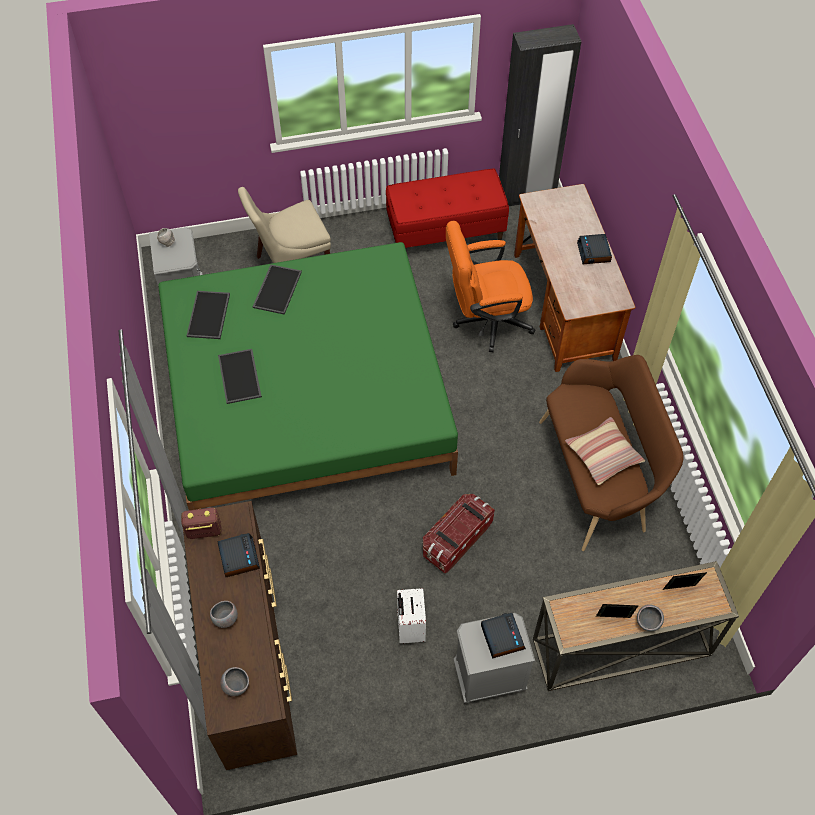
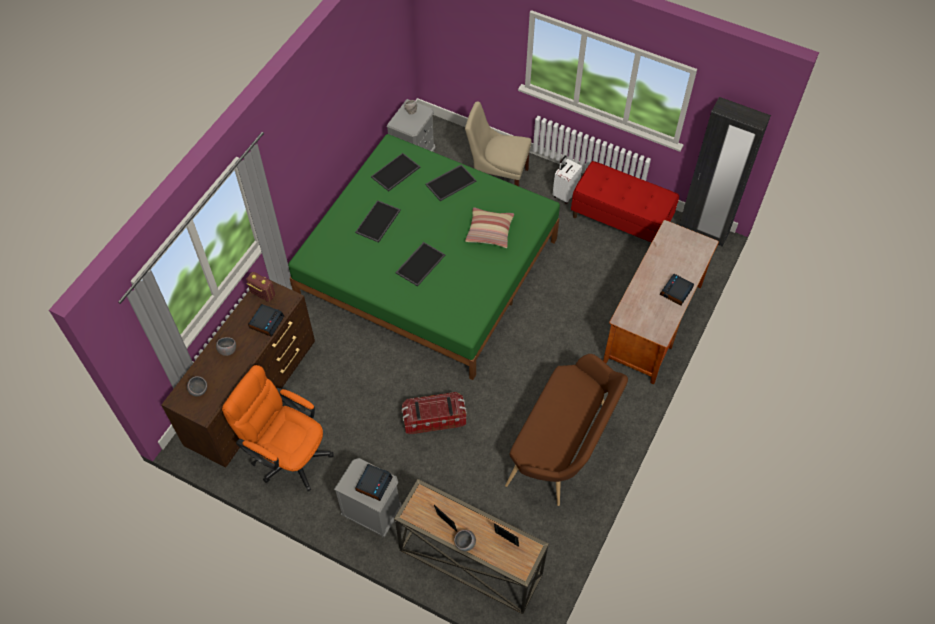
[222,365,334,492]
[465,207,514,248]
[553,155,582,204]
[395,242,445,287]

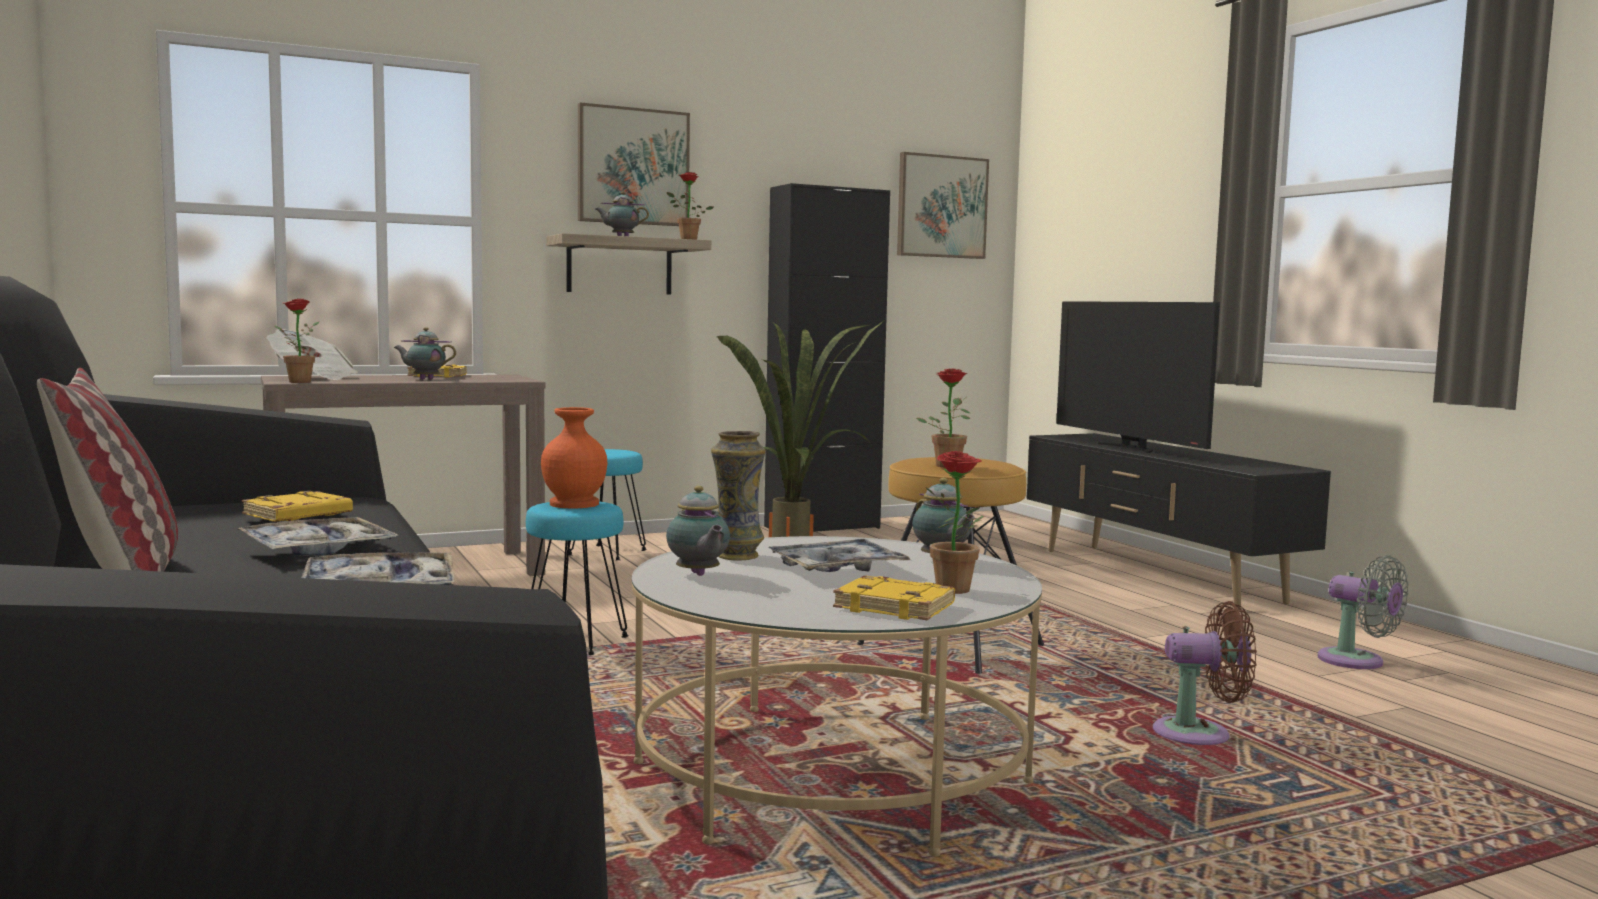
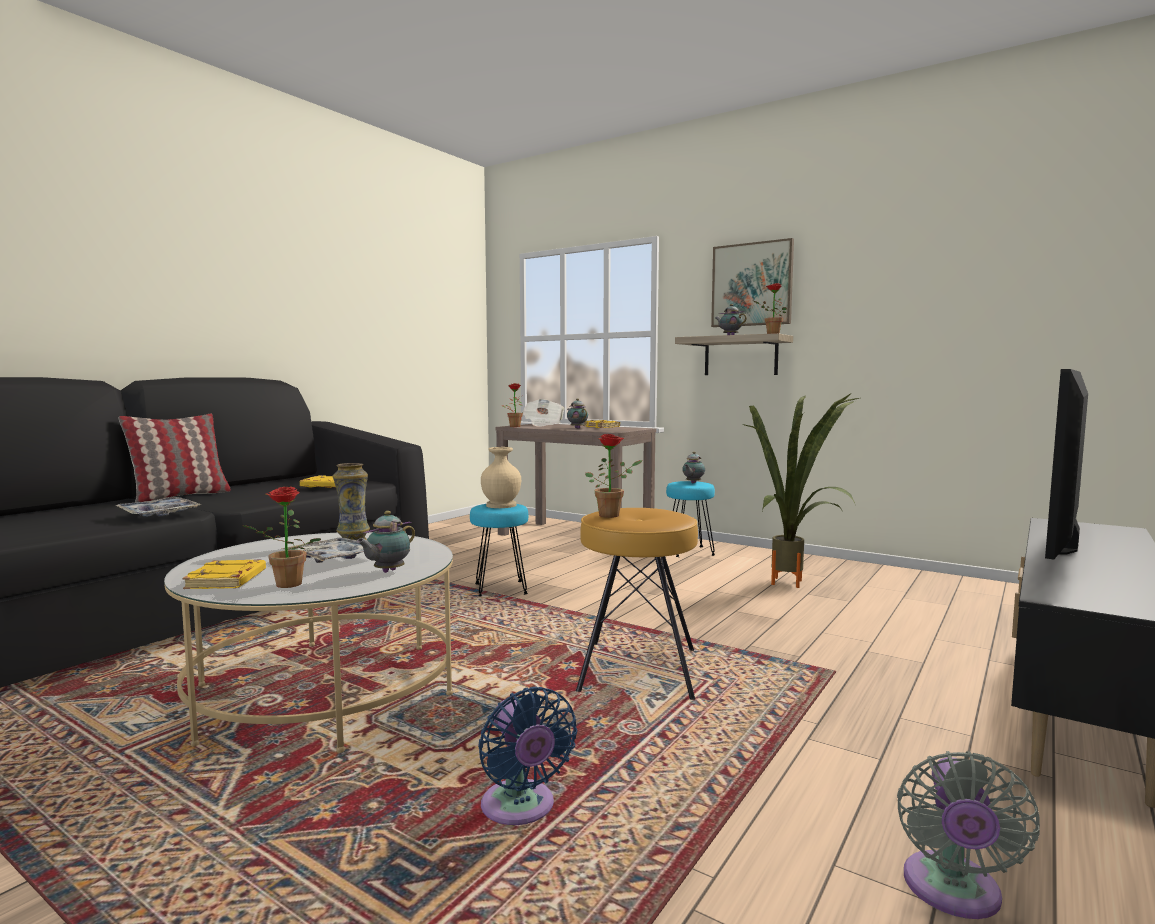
[897,152,989,259] (first image)
[764,183,890,532] (first image)
[481,447,521,508]
[682,452,705,484]
[238,517,398,555] (first image)
[478,687,577,825]

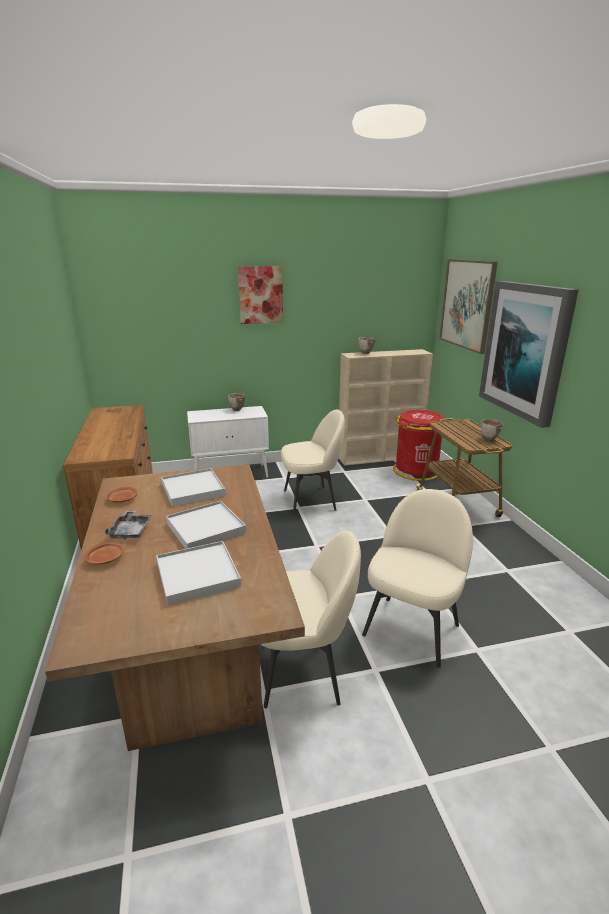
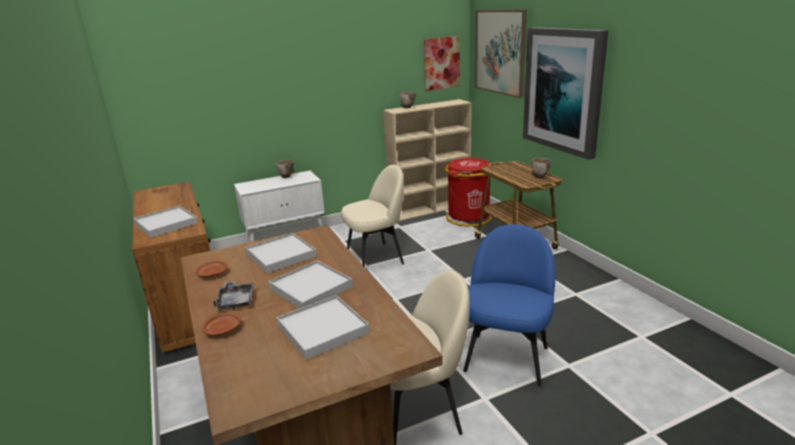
[424,36,460,91]
[463,224,556,386]
[134,206,198,238]

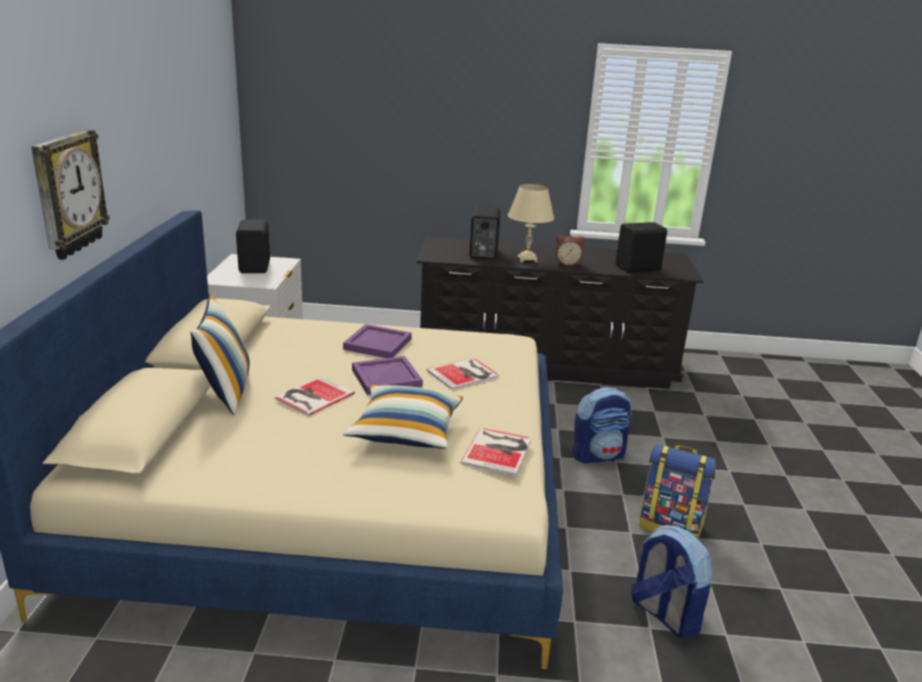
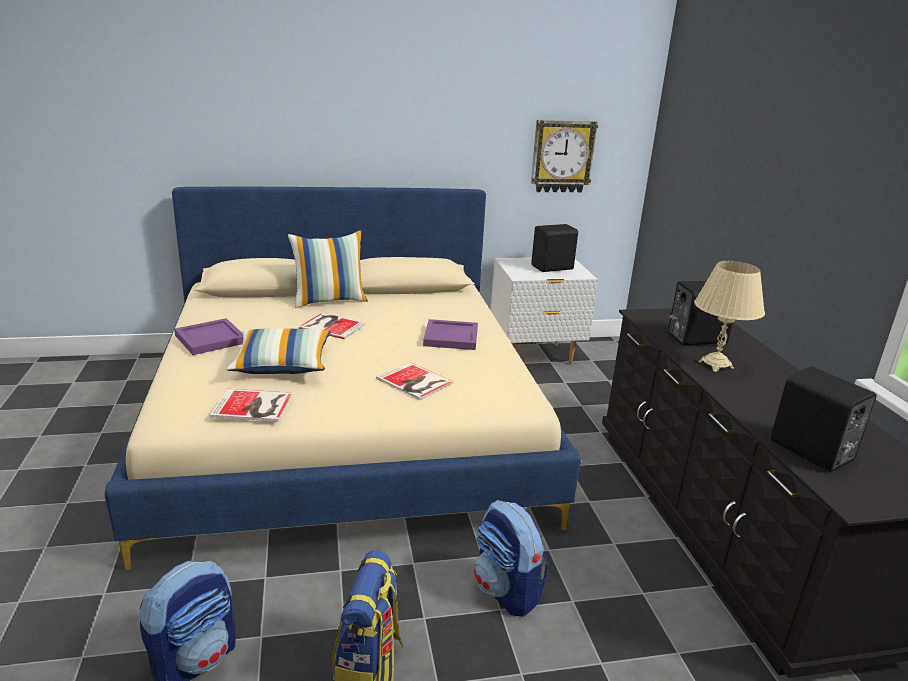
[531,120,598,193]
[556,235,585,266] (first image)
[174,318,243,355]

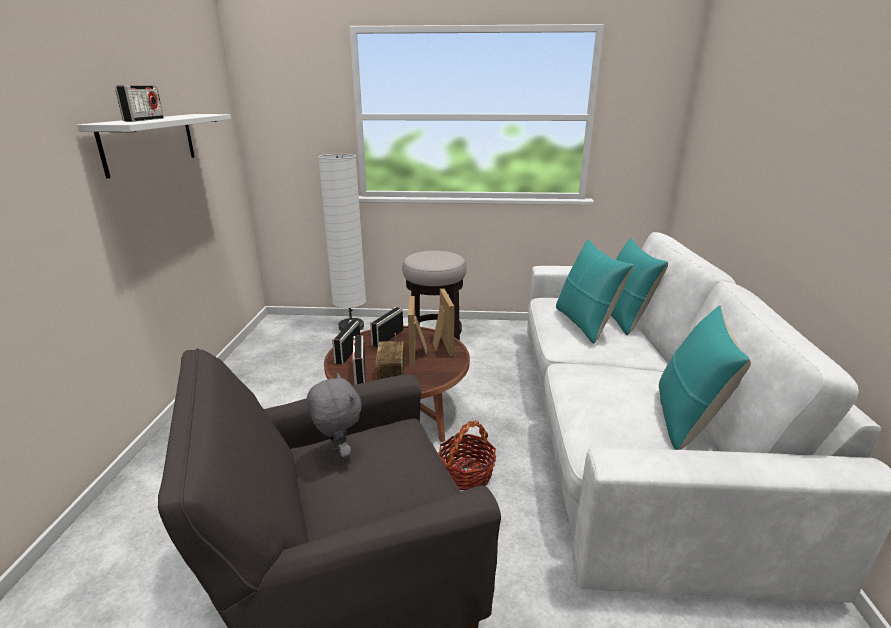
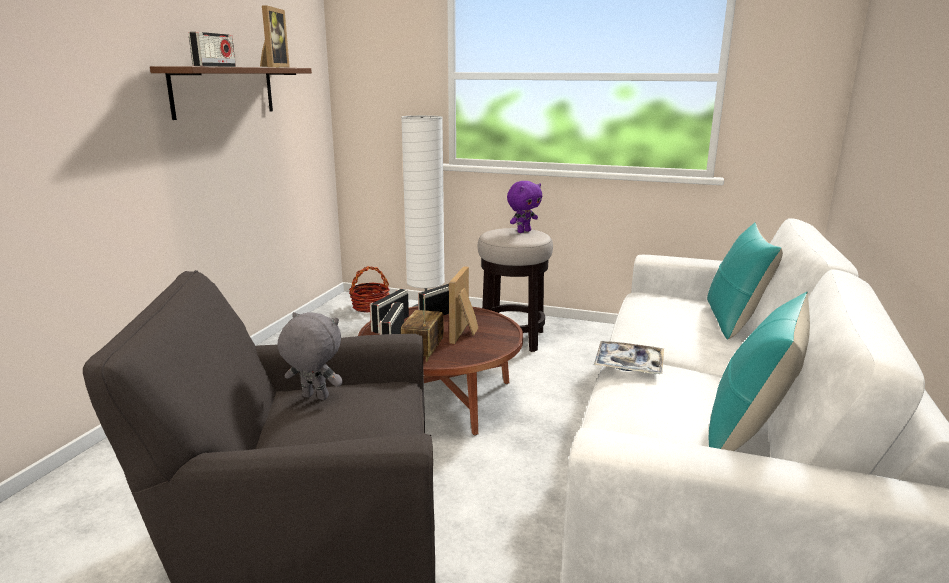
[150,66,312,120]
[556,239,633,343] (first image)
[260,5,290,68]
[277,312,343,400]
[349,266,390,313]
[507,181,542,233]
[594,341,664,374]

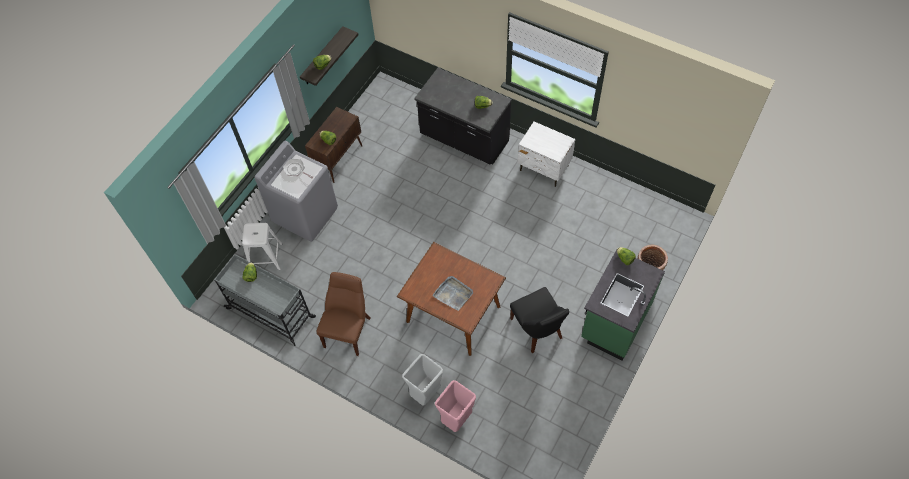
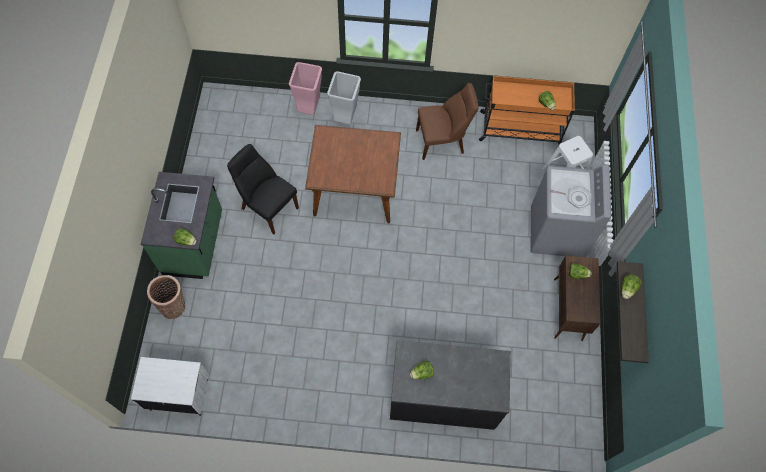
[131,357,208,416]
[479,76,575,144]
[416,83,479,160]
[432,276,473,311] (first image)

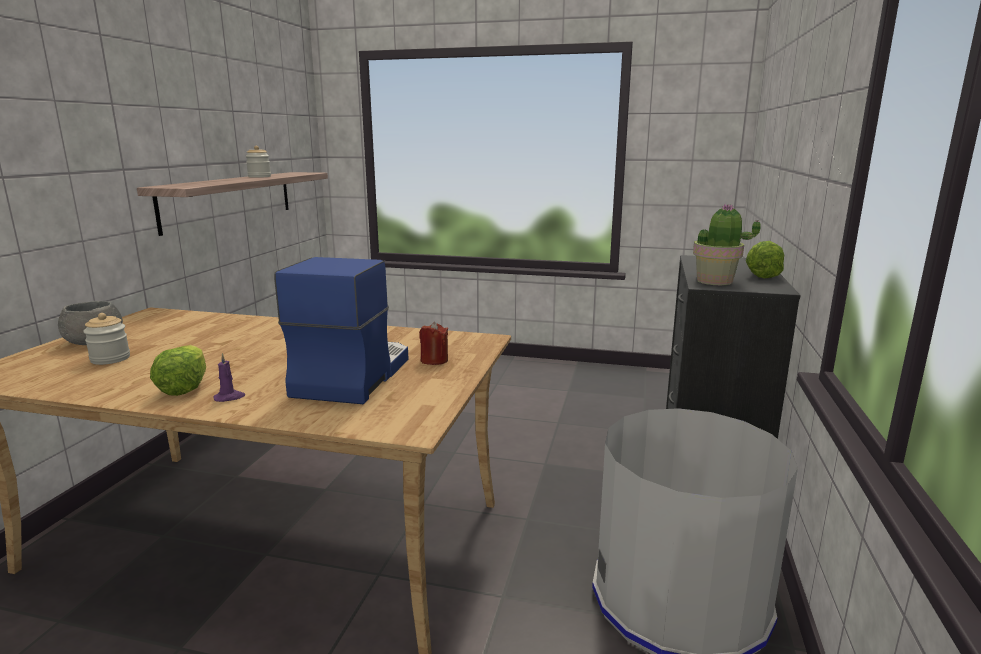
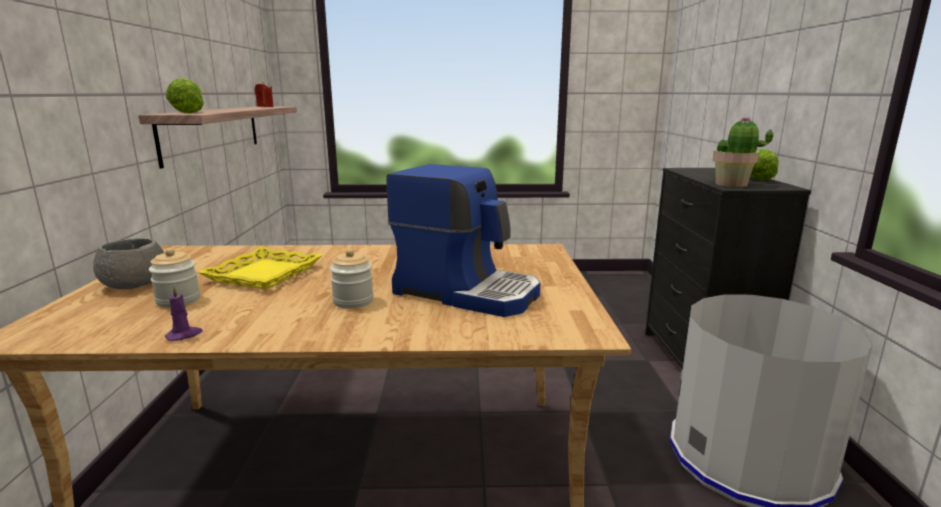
[330,249,374,308]
[386,164,540,317]
[254,82,274,107]
[166,78,204,113]
[165,286,203,341]
[198,247,323,289]

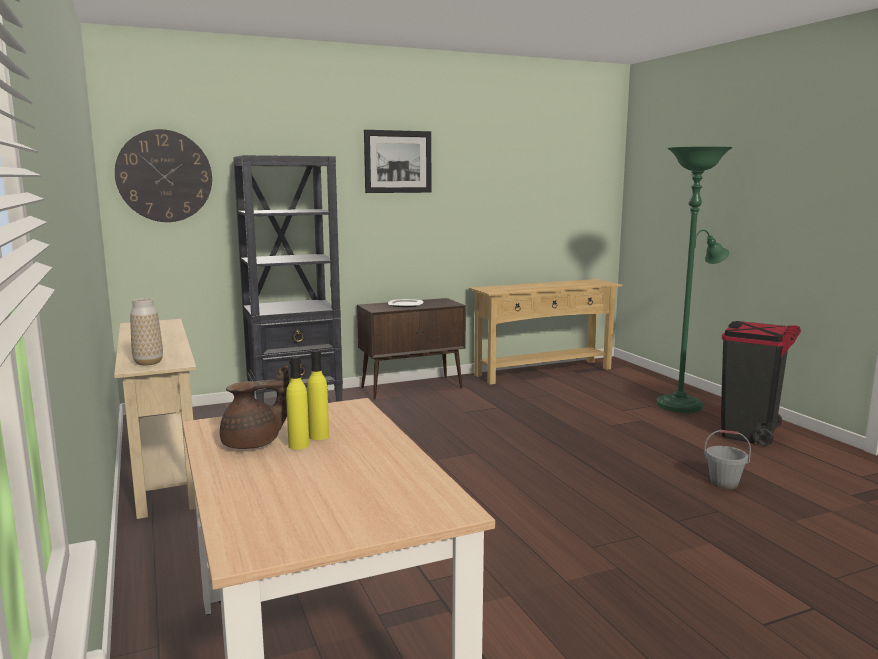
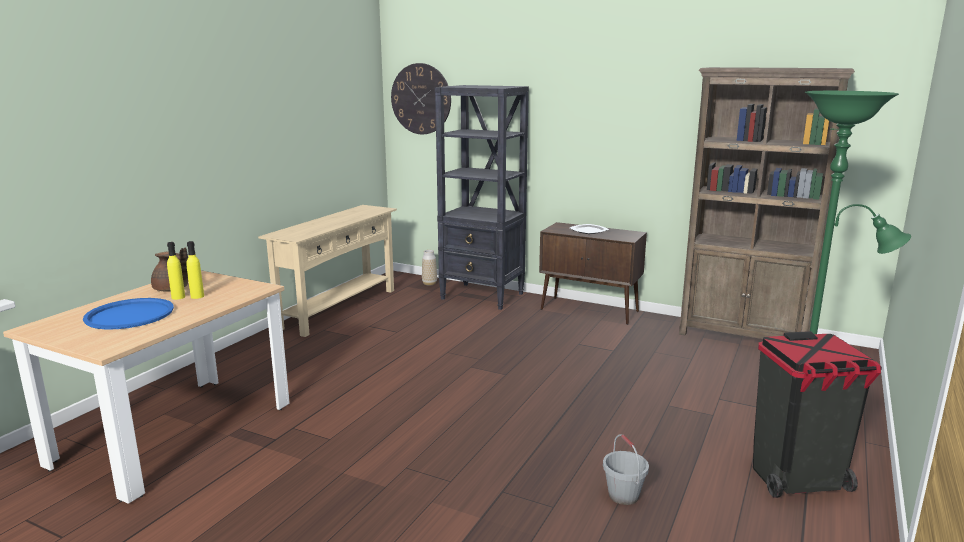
[364,130,431,193] (first image)
[679,67,855,339]
[422,250,437,285]
[83,298,174,330]

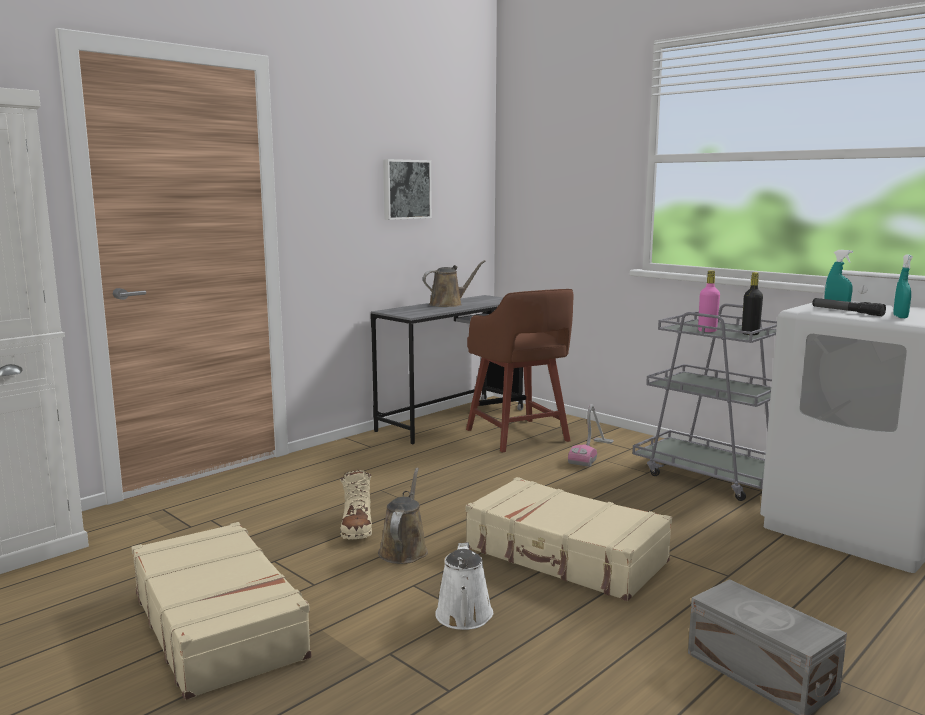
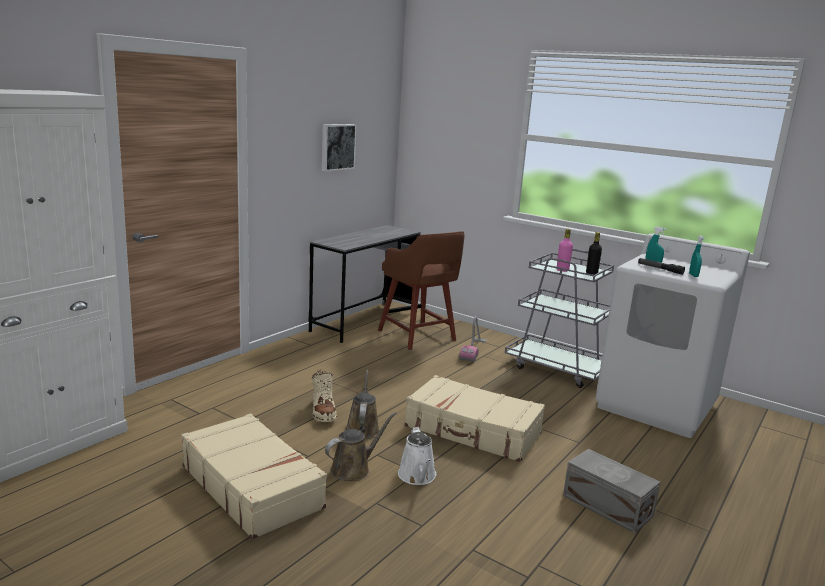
[325,412,397,481]

